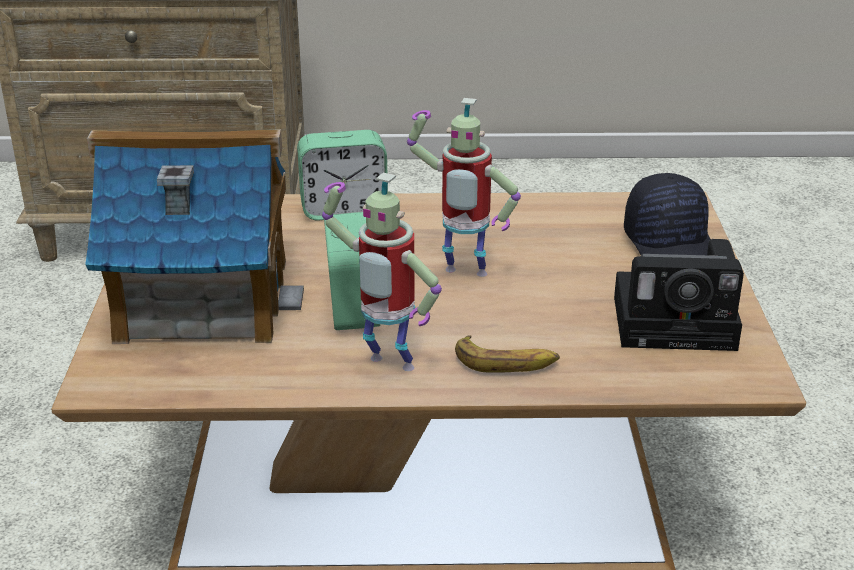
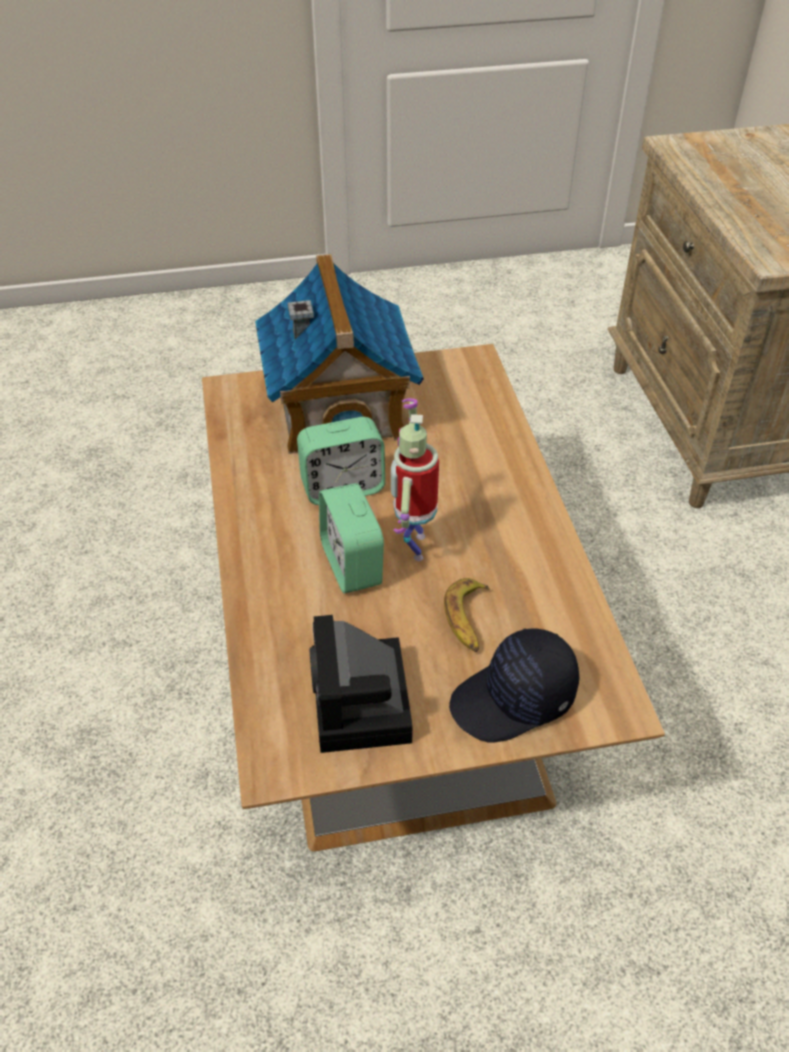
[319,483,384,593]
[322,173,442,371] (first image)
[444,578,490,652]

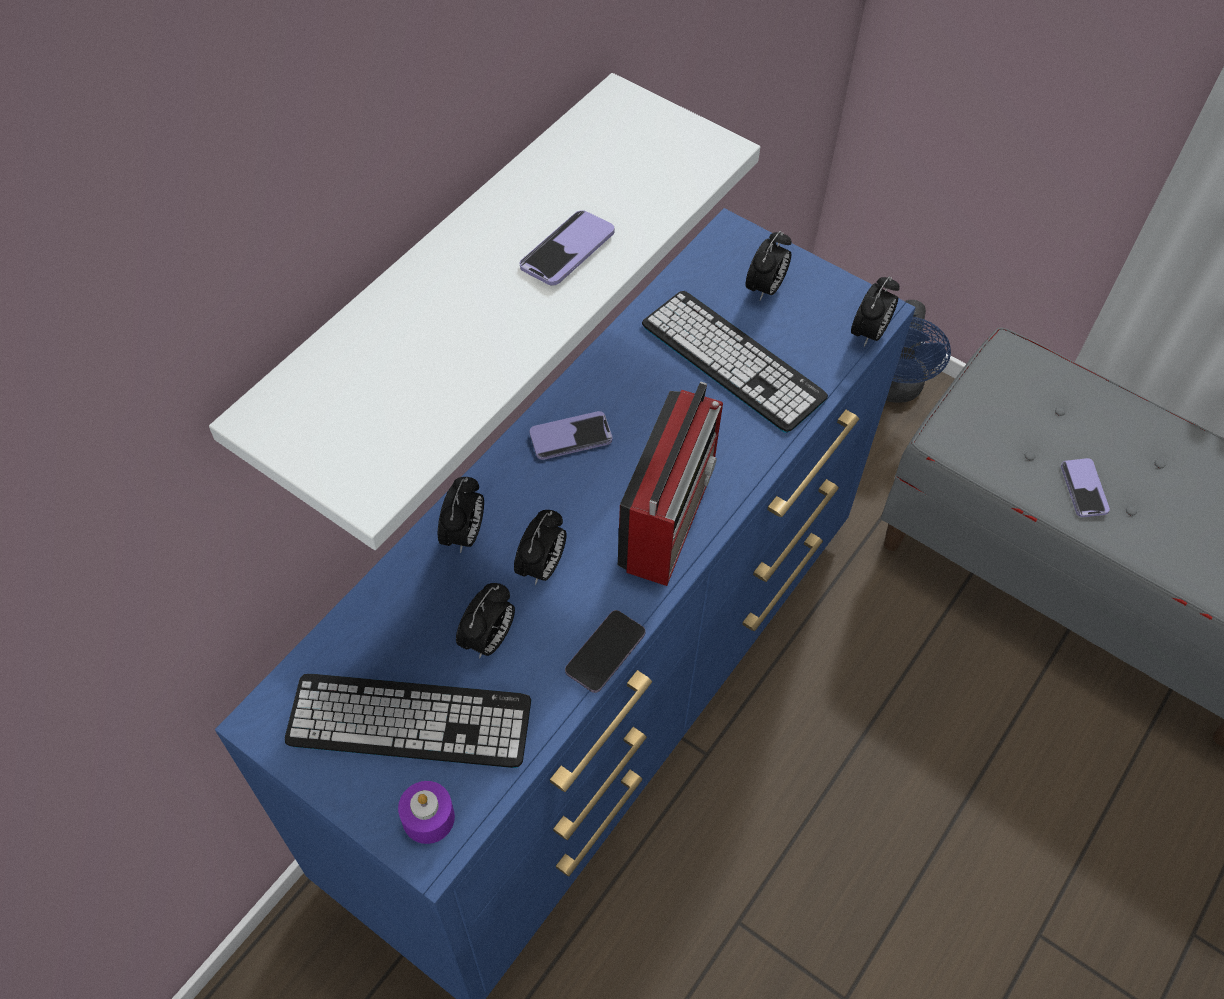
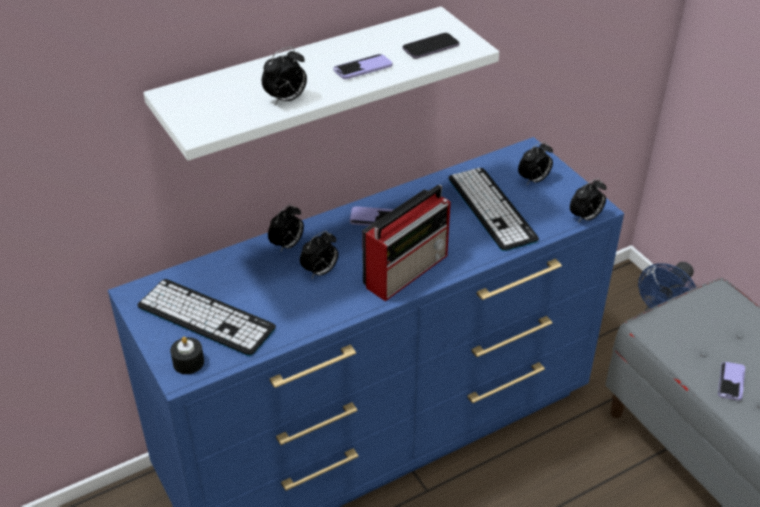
[262,47,307,106]
[403,33,459,59]
[170,337,204,374]

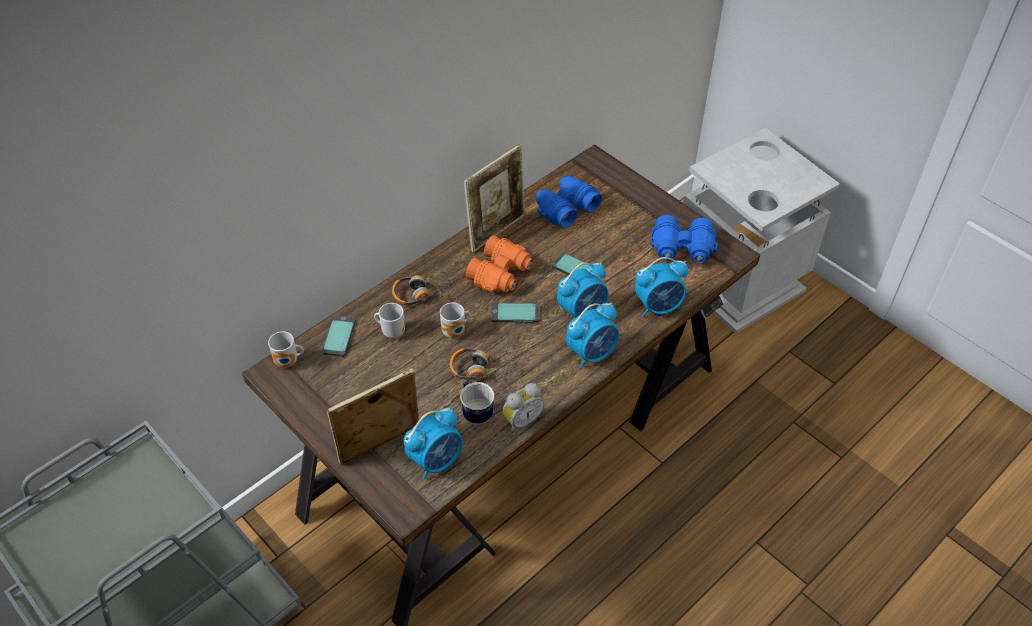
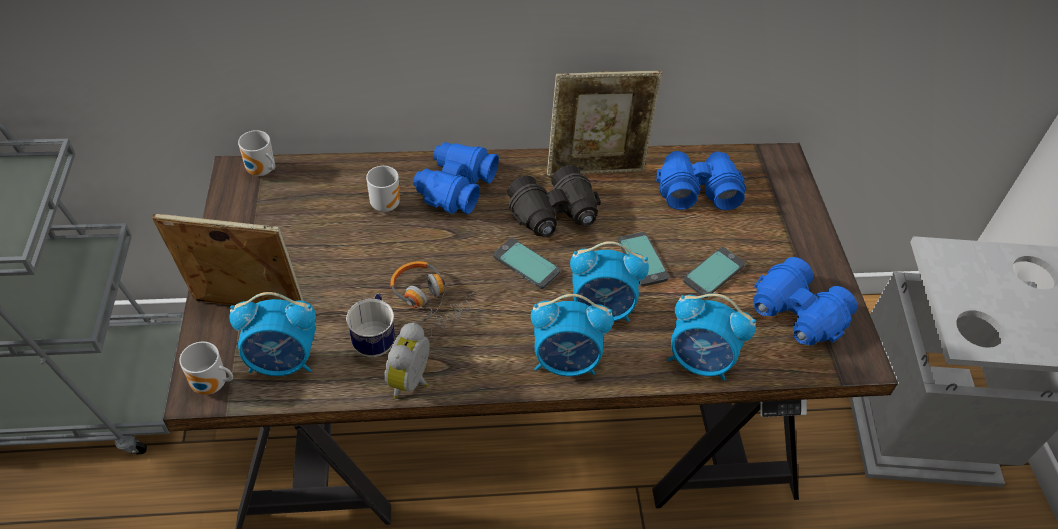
[507,165,601,237]
[413,142,499,214]
[179,342,233,395]
[683,247,745,298]
[385,323,430,399]

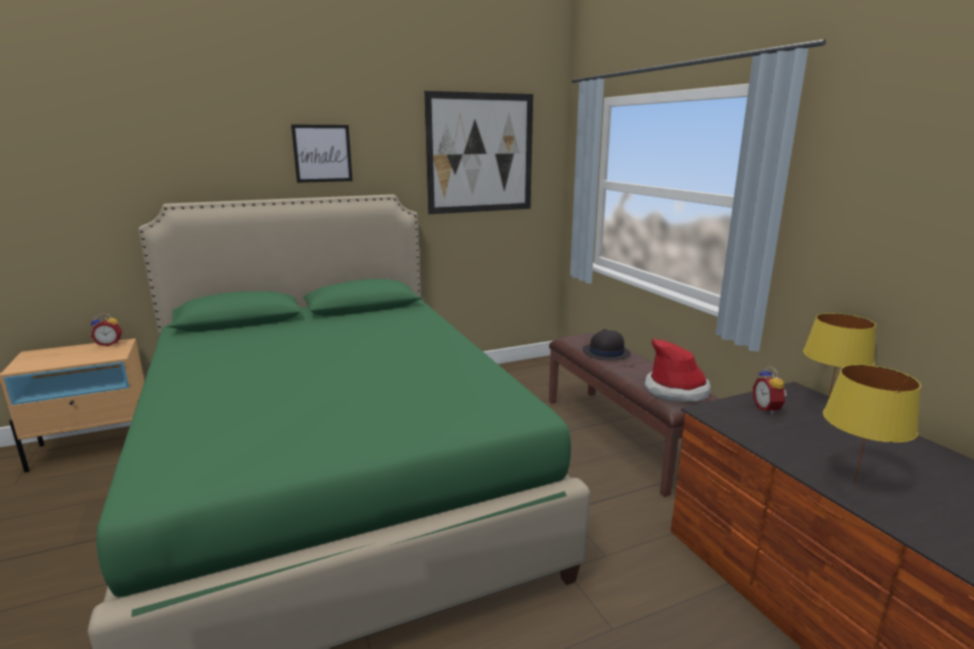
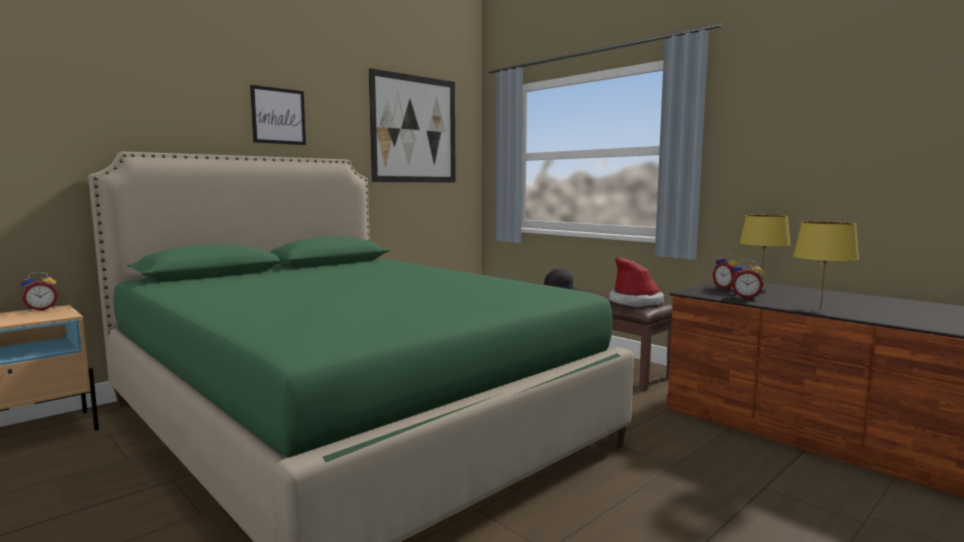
[731,259,764,299]

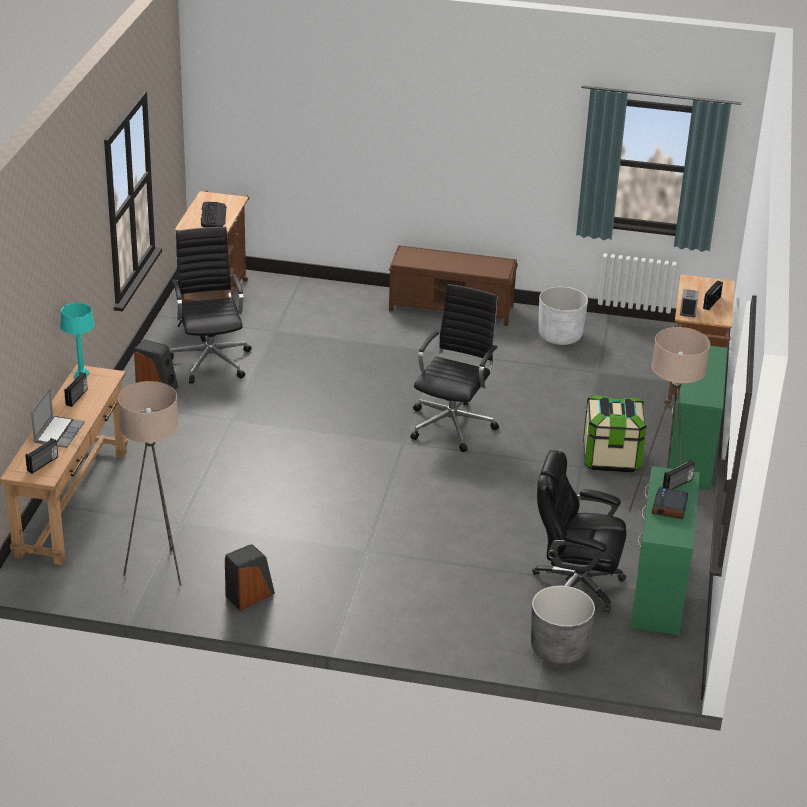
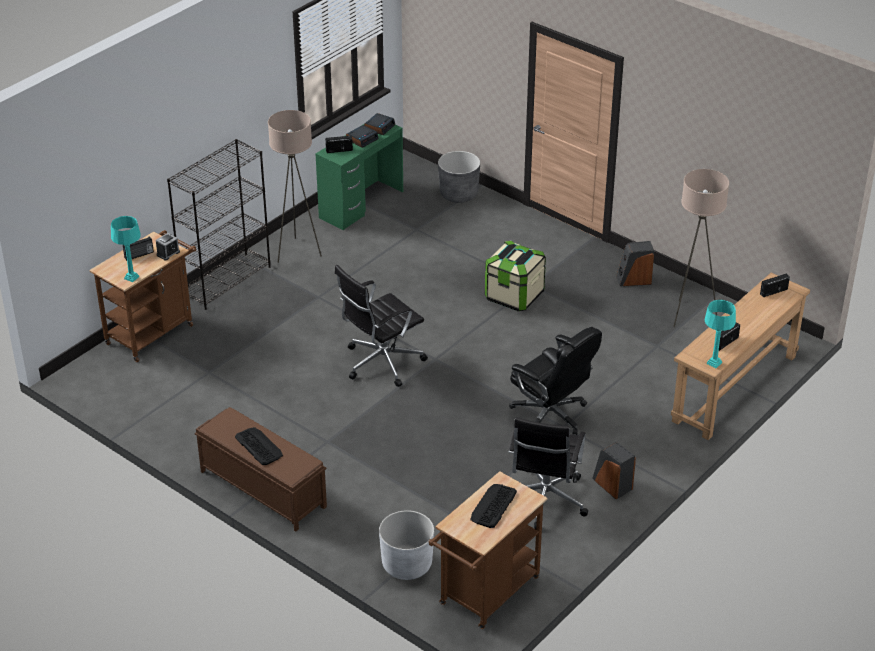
[379,510,434,580]
[167,139,271,310]
[31,387,85,448] (first image)
[485,241,546,311]
[509,327,602,435]
[364,113,395,135]
[111,216,141,282]
[235,427,283,465]

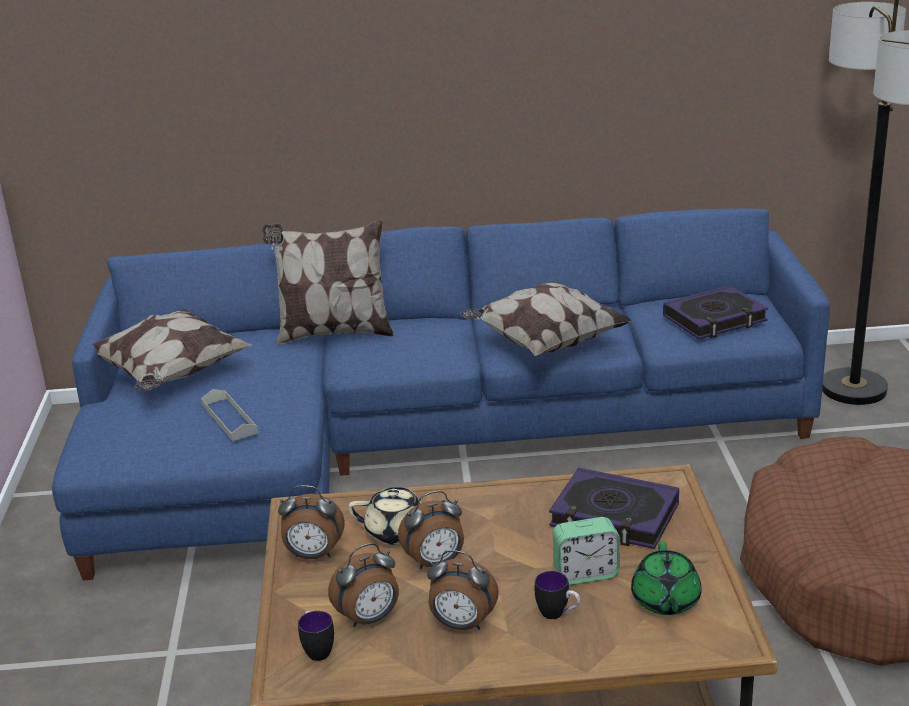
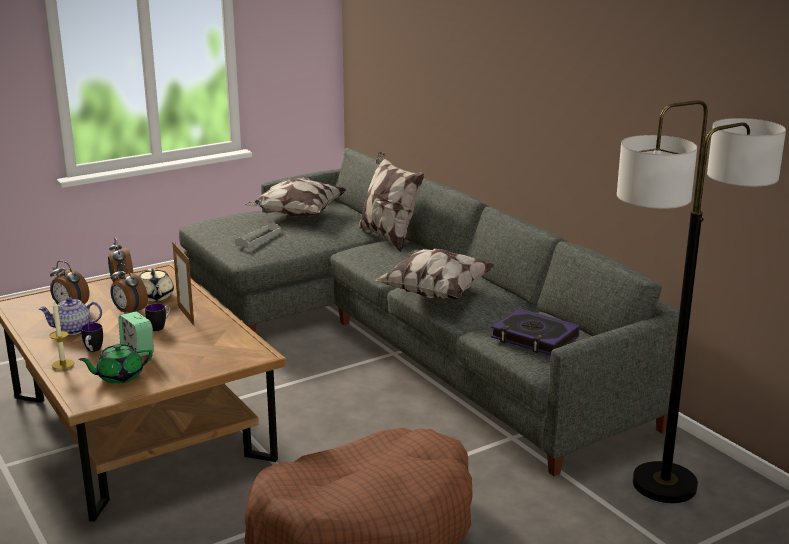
[179,148,680,476]
[549,468,679,549] (first image)
[39,297,102,335]
[145,304,170,331]
[172,242,194,326]
[49,300,74,370]

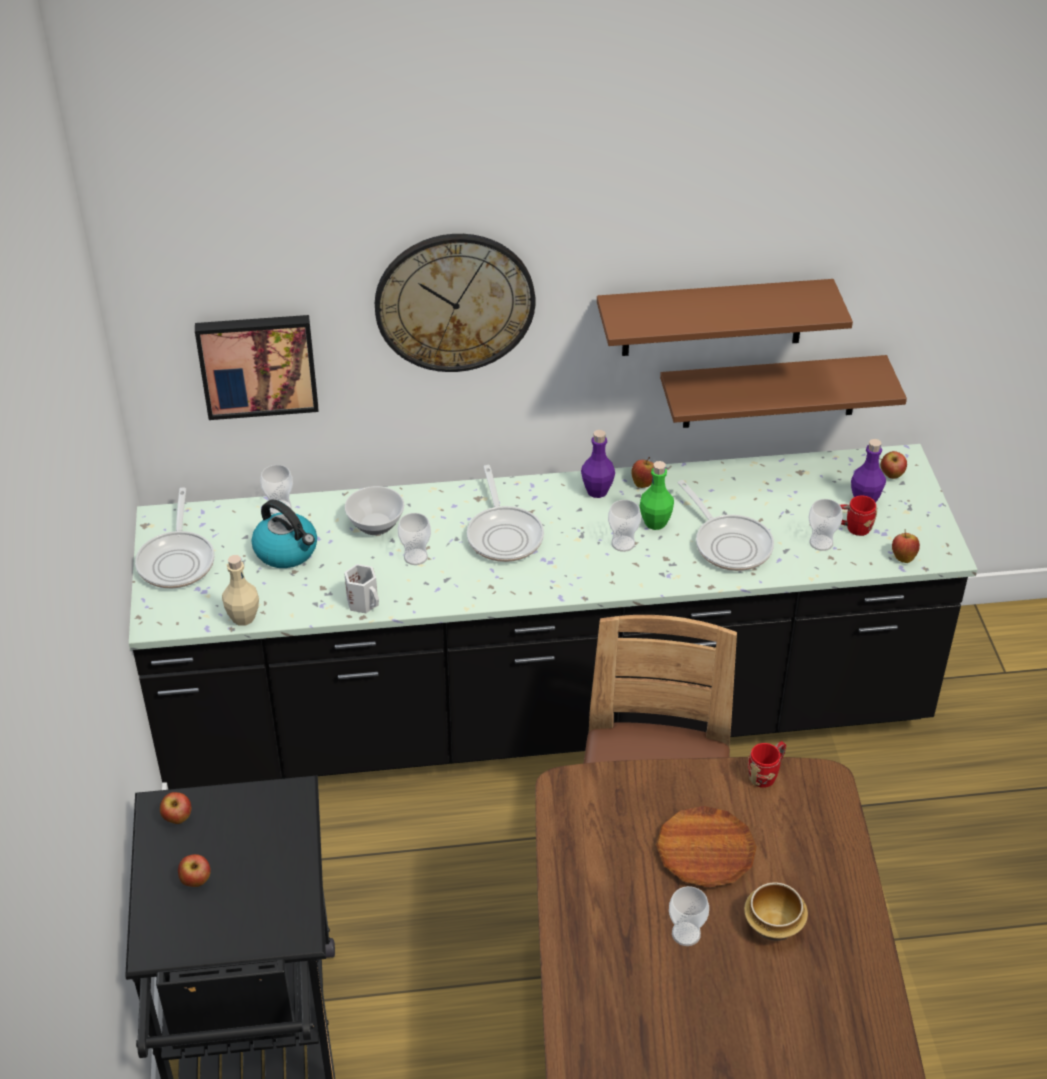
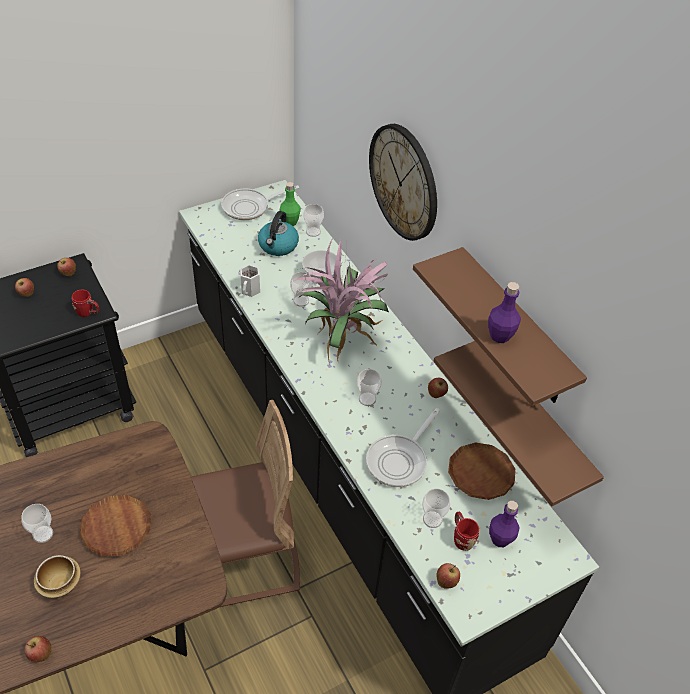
[195,315,319,420] (first image)
[488,282,521,343]
[24,636,52,662]
[279,182,301,226]
[294,238,389,365]
[222,555,259,626] (first image)
[72,290,99,317]
[448,442,515,500]

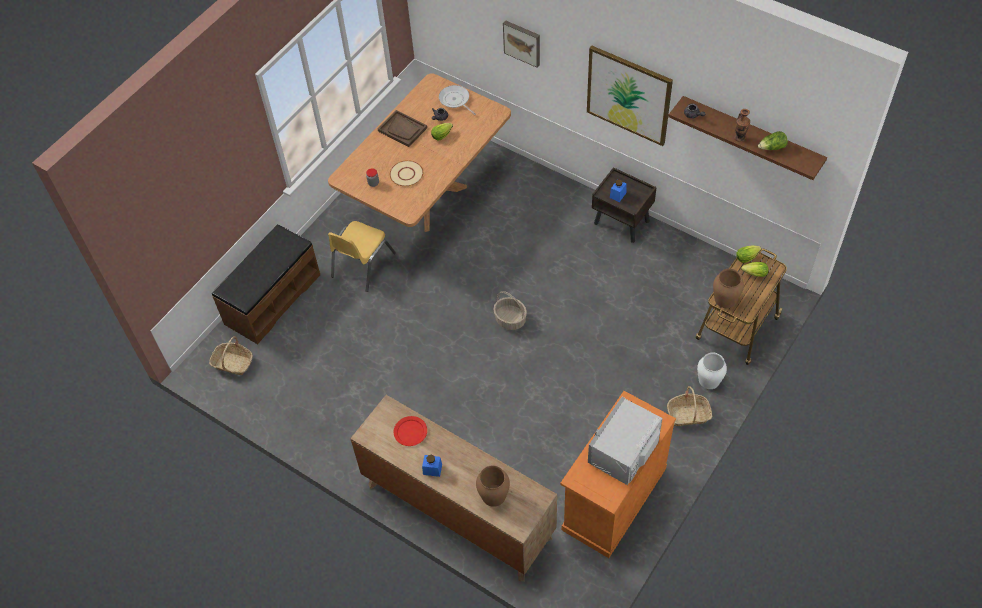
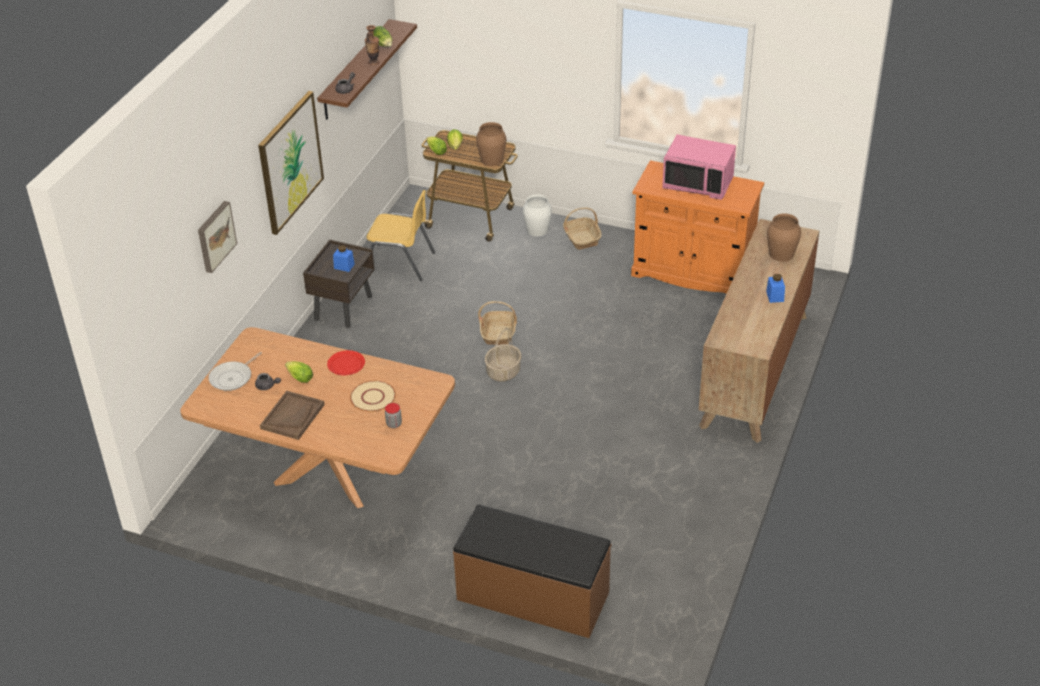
[366,190,436,281]
[478,301,517,345]
[662,134,736,200]
[327,350,365,375]

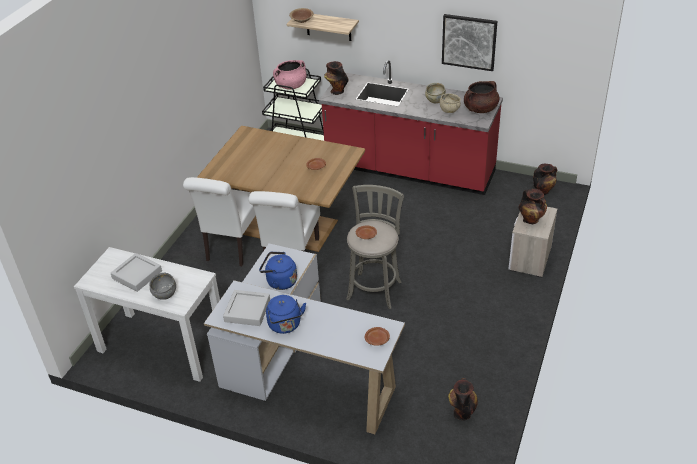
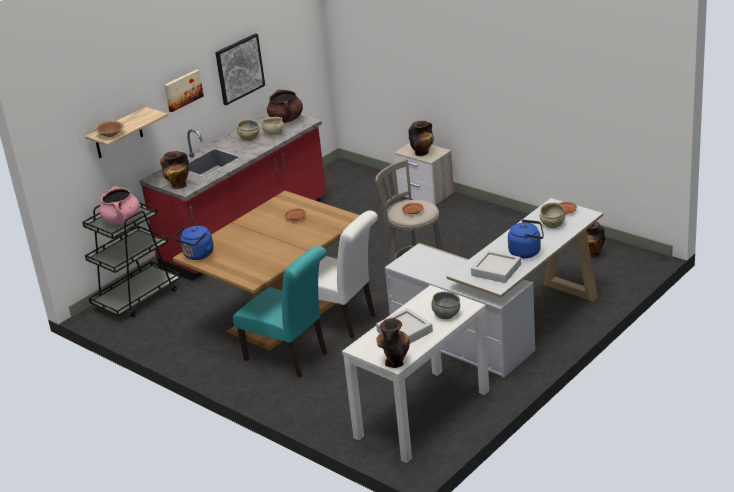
[376,318,410,368]
[233,246,327,377]
[173,226,214,260]
[164,69,204,112]
[540,203,566,228]

